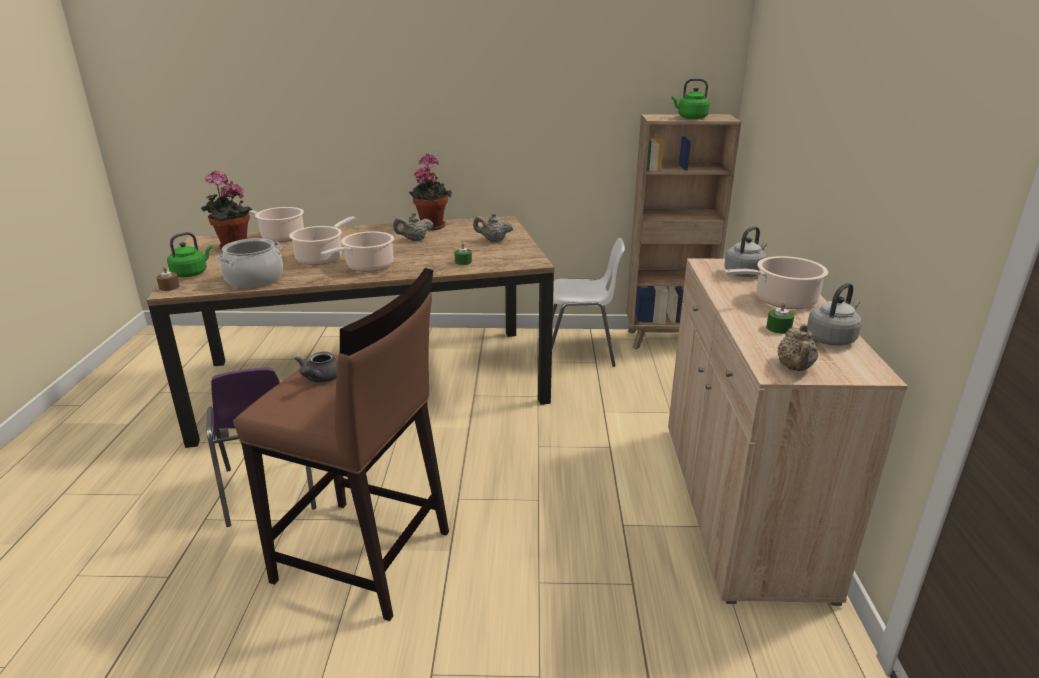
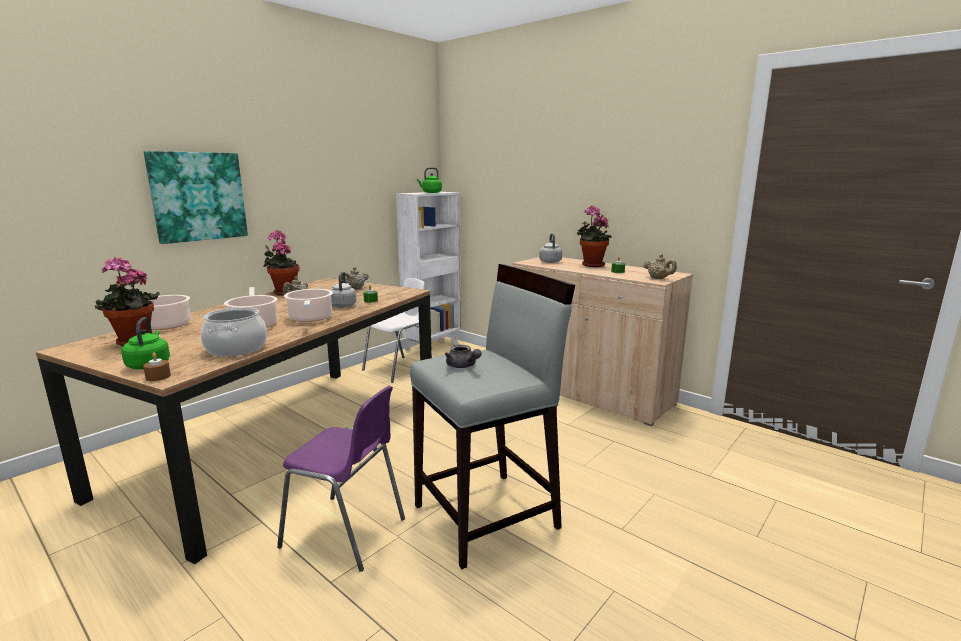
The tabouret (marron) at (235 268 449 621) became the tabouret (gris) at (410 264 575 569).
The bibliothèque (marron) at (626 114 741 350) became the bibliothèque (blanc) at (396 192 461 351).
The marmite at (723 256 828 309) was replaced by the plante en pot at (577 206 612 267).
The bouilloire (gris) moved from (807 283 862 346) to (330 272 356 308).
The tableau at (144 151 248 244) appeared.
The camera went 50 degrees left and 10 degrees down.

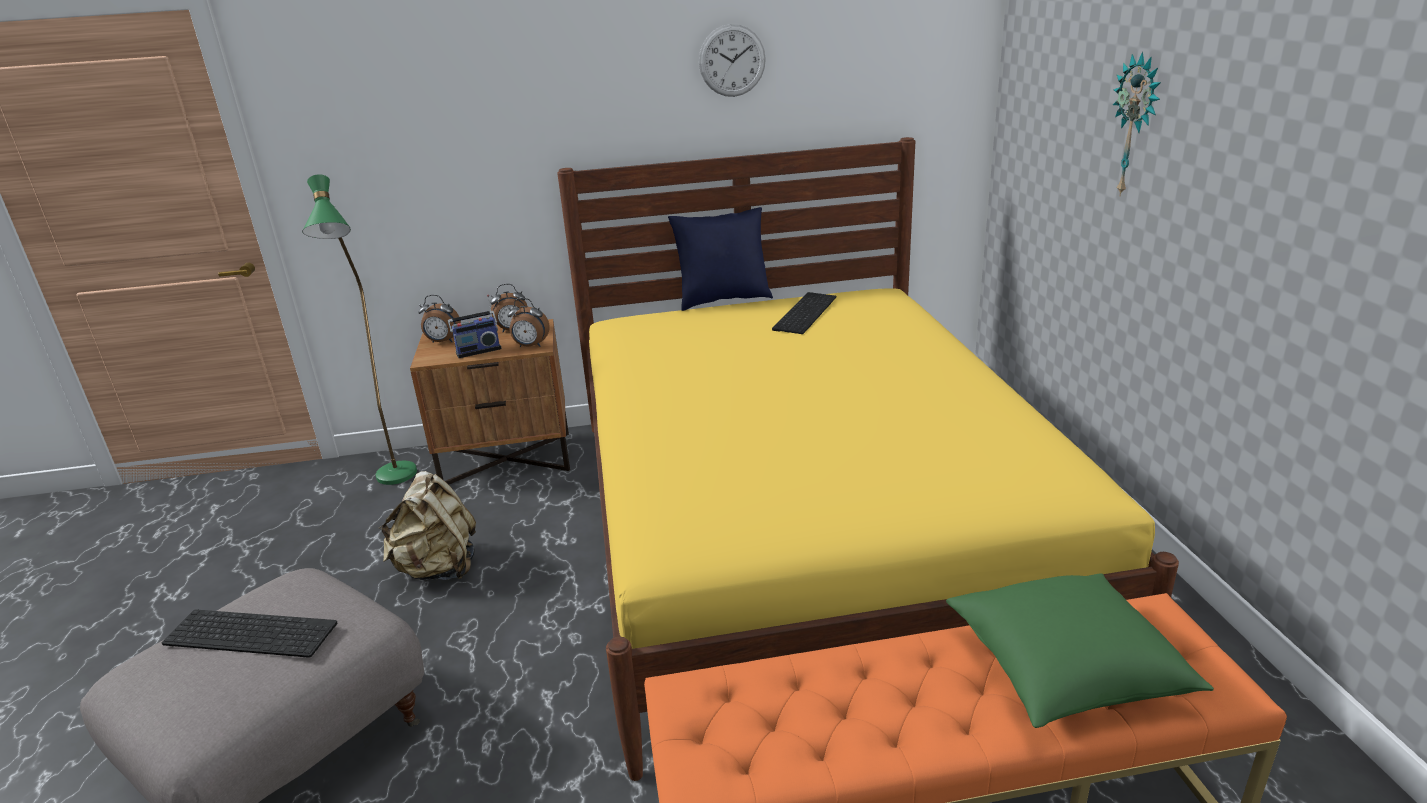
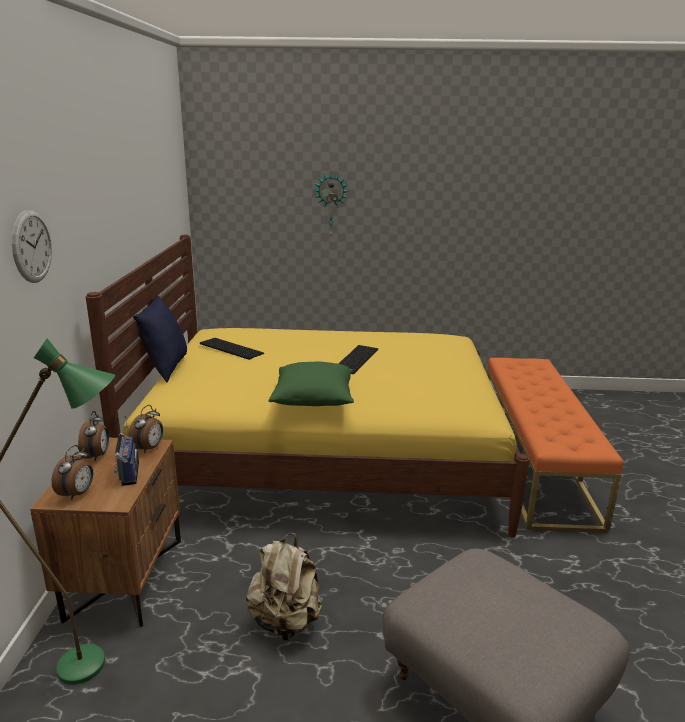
The clavier moved from (162 610 337 658) to (338 345 378 374).
The horloge murale moved from (699 24 766 97) to (12 210 52 283).
The coussin (vert) moved from (946 573 1214 728) to (268 362 354 406).
The camera went 80 degrees left and 5 degrees down.

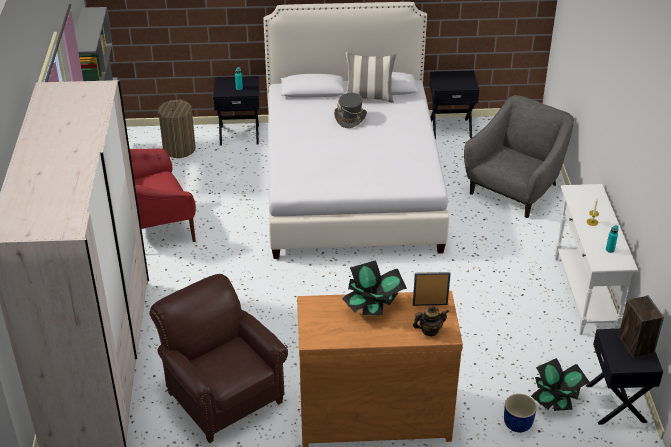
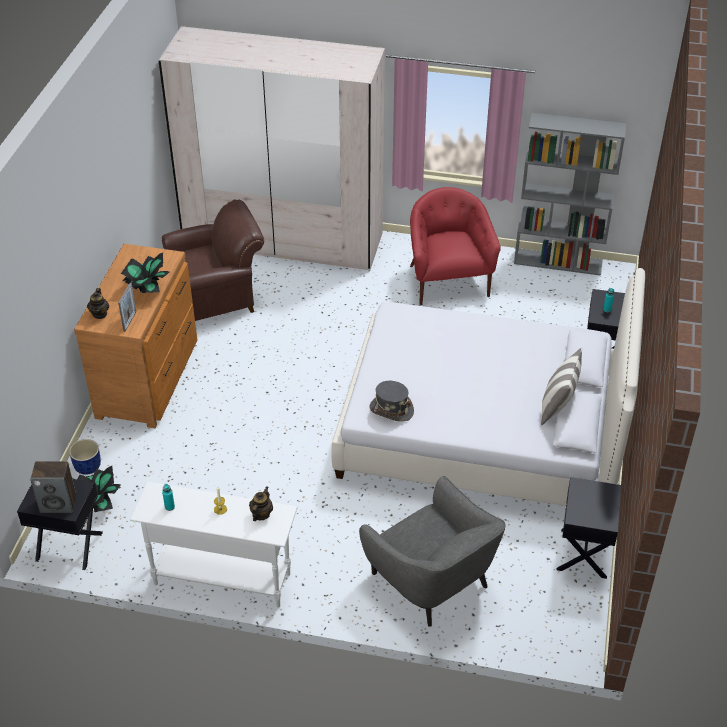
The panier à linge at (158 99 196 158) disappeared.
The chapeau (gris) moved from (334 93 367 128) to (369 381 414 421).
The théière at (249 486 273 521) appeared.
The camera went 105 degrees right and 5 degrees up.

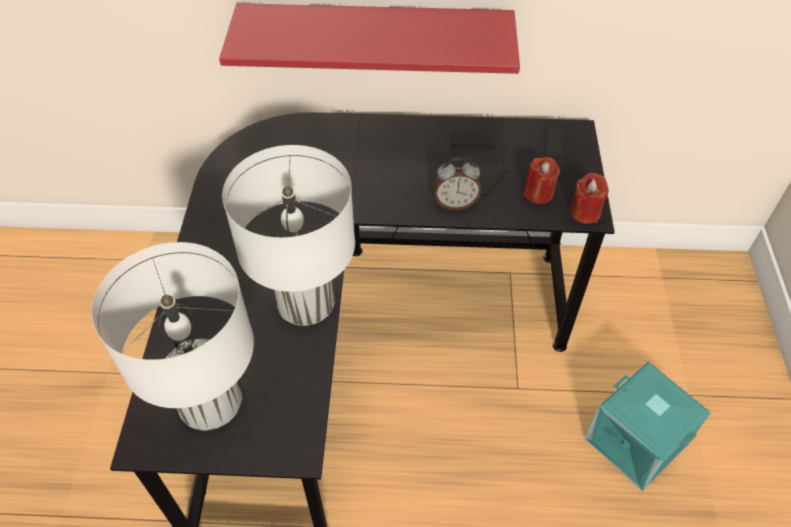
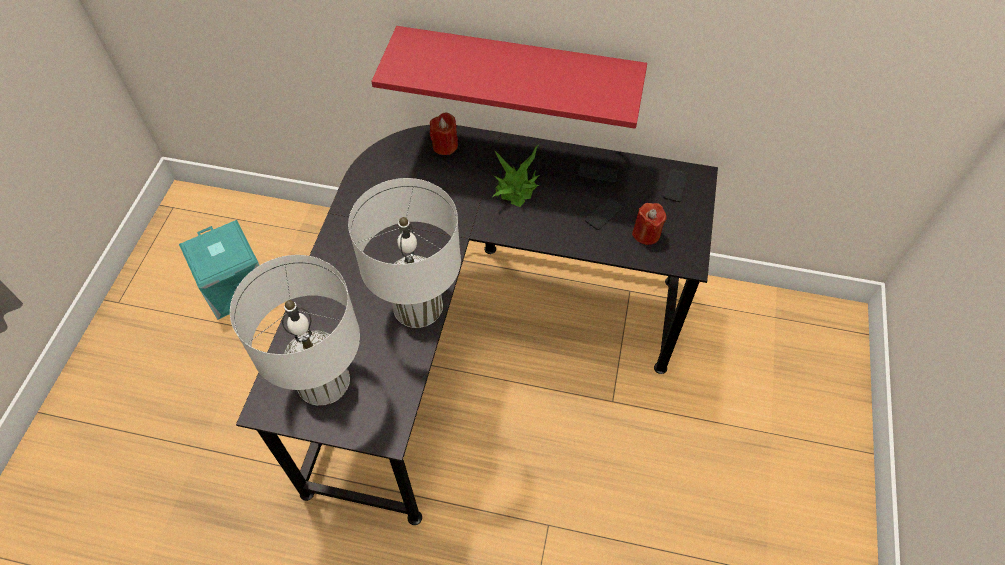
The réveil at (434 157 481 210) disappeared.
The bougie (rouge) moved from (570 173 609 224) to (430 113 458 155).
The boîte de rangement (turquoise) moved from (585 362 711 491) to (179 220 260 320).
The plante en pot at (493 144 540 207) appeared.
The camera went 10 degrees right and 5 degrees up.

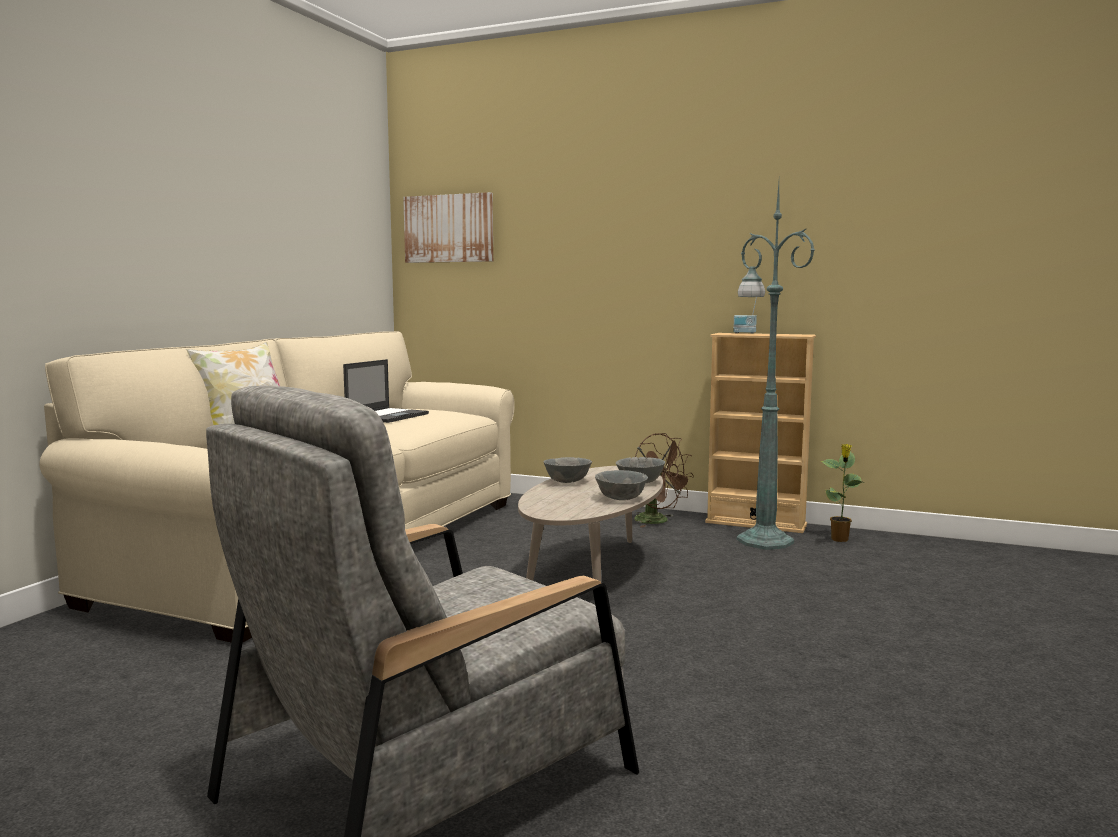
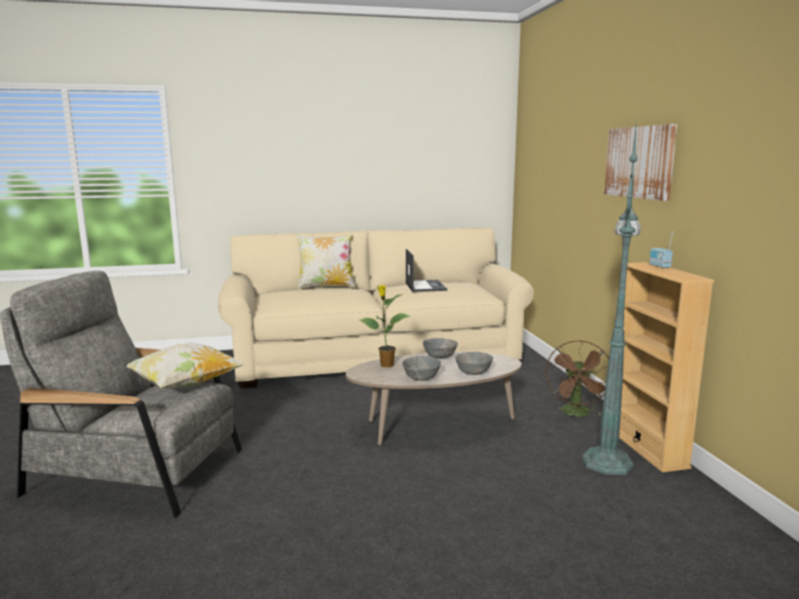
The ordinateur portable at (343 359 429 423) turned 90 degrees counterclockwise.
The tableau moved from (403 192 493 263) to (604 124 677 201).
The plante en pot moved from (820 444 866 542) to (359 285 410 367).
The coussin at (127 343 244 389) appeared.
The camera went 55 degrees right and 5 degrees up.

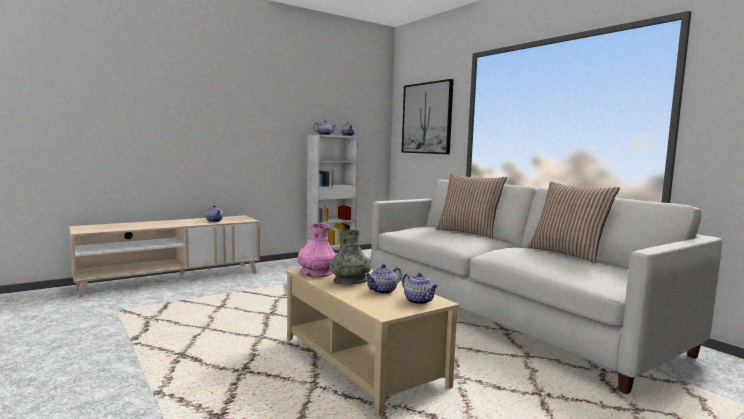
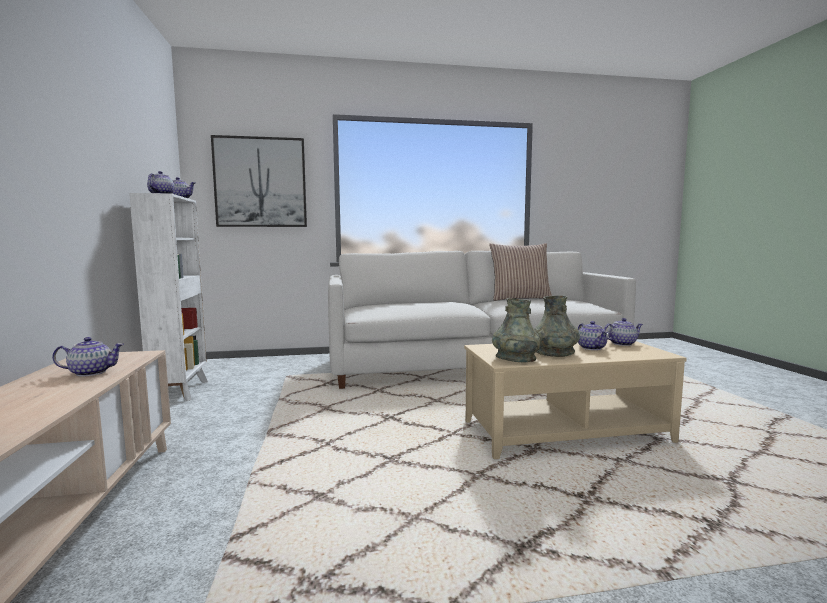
The vase (rose) at (297 223 336 277) became the vase (gris) at (492 298 541 362).
The coussin at (436 173 507 238) disappeared.
The camera went 65 degrees left and 0 degrees up.

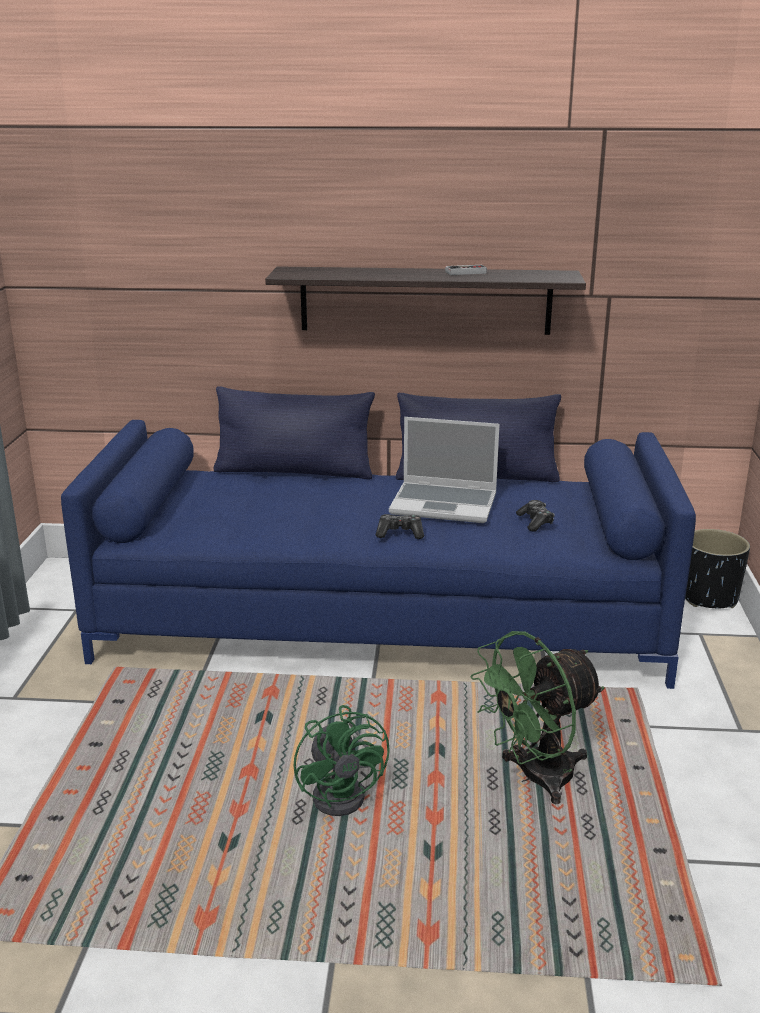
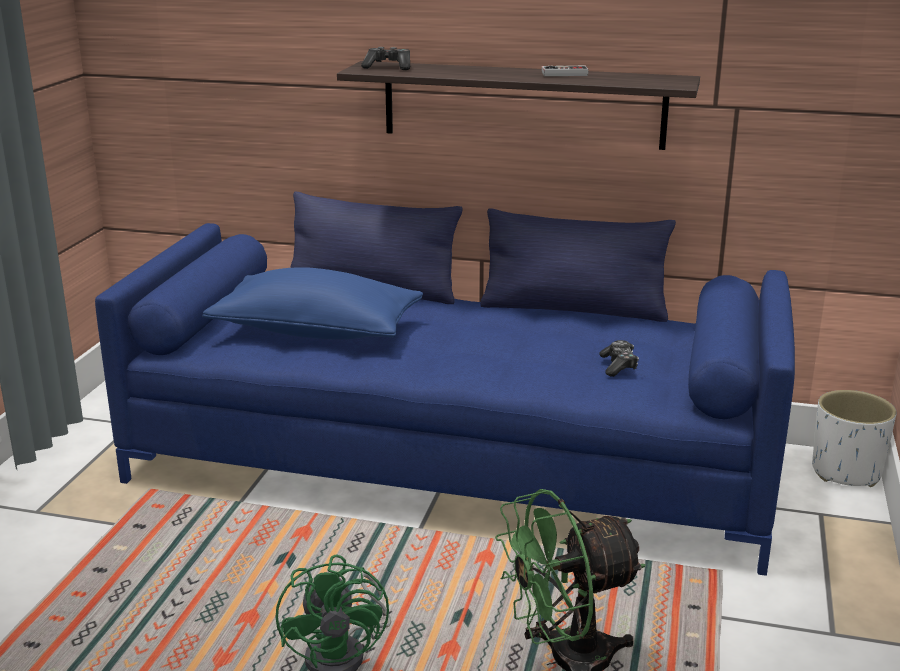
The manette moved from (376 514 424 539) to (361 47 410 70).
The ordinateur portable at (389 417 500 523) disappeared.
The cache-pot (noir) at (685 529 750 608) became the cache-pot (blanc) at (812 390 897 487).
The coussin (bleu) at (202 267 423 340) appeared.
The camera went 10 degrees right and 0 degrees up.

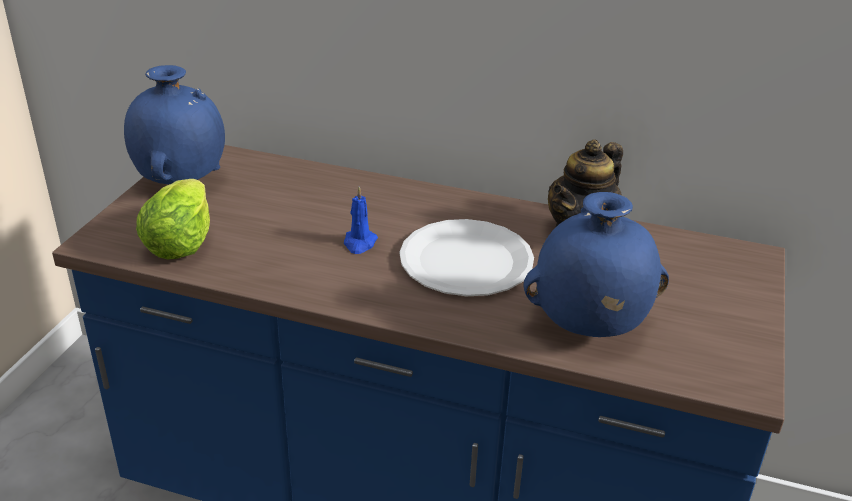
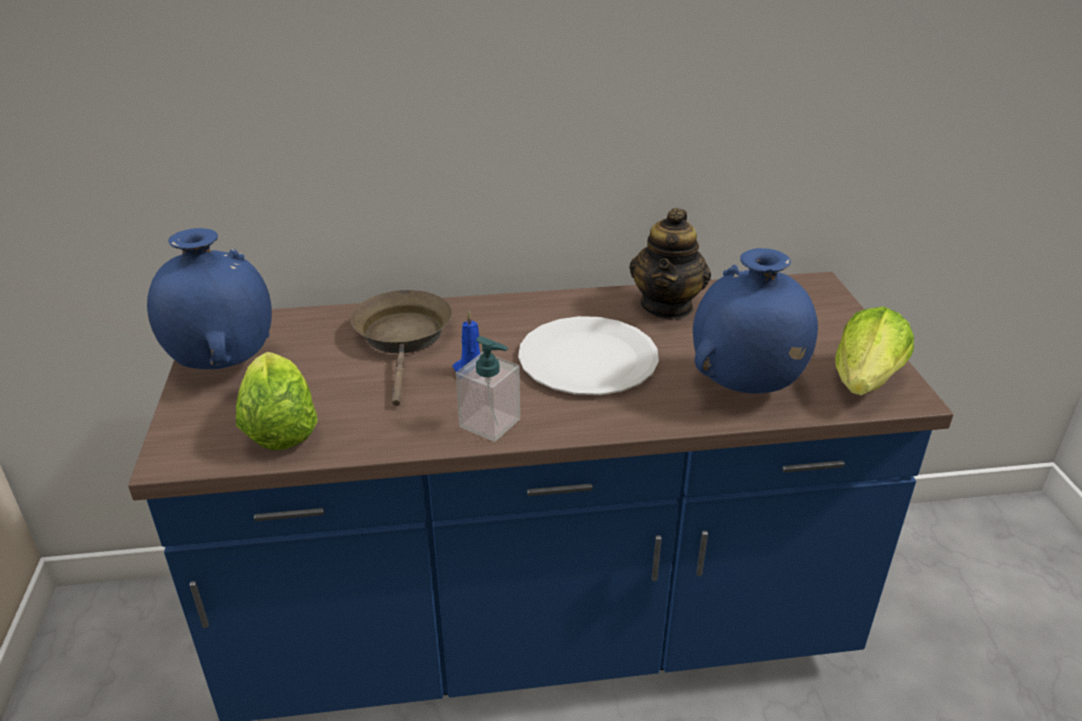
The poêle (marron) at (351 290 452 406) appeared.
The distributeur de savon at (456 336 520 442) appeared.
The laitue at (835 306 914 395) appeared.
The camera went 25 degrees left and 0 degrees up.

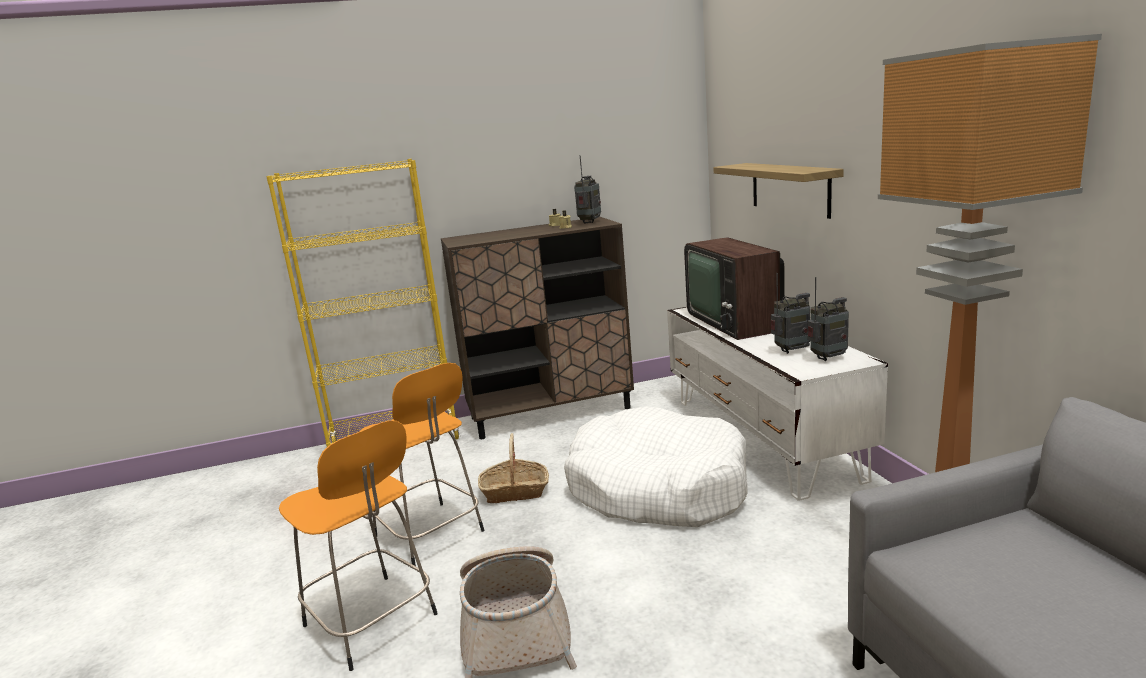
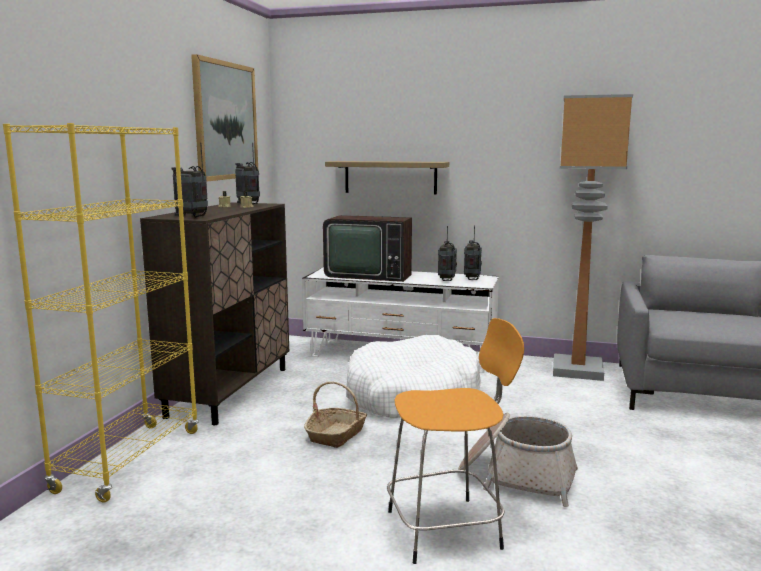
The tabouret (orange) at (359 363 485 566) disappeared.
The radio at (172 142 208 218) appeared.
The tableau at (191 54 258 182) appeared.
The camera went 60 degrees left and 5 degrees down.

